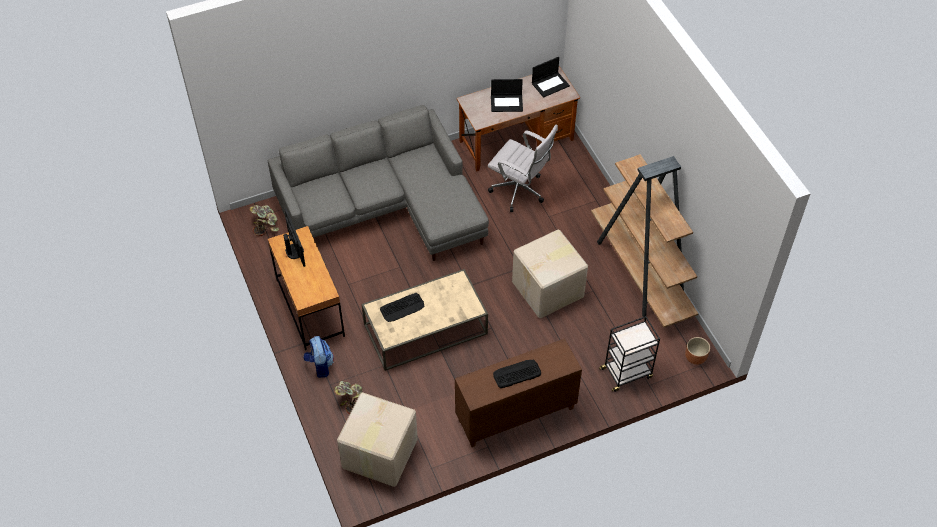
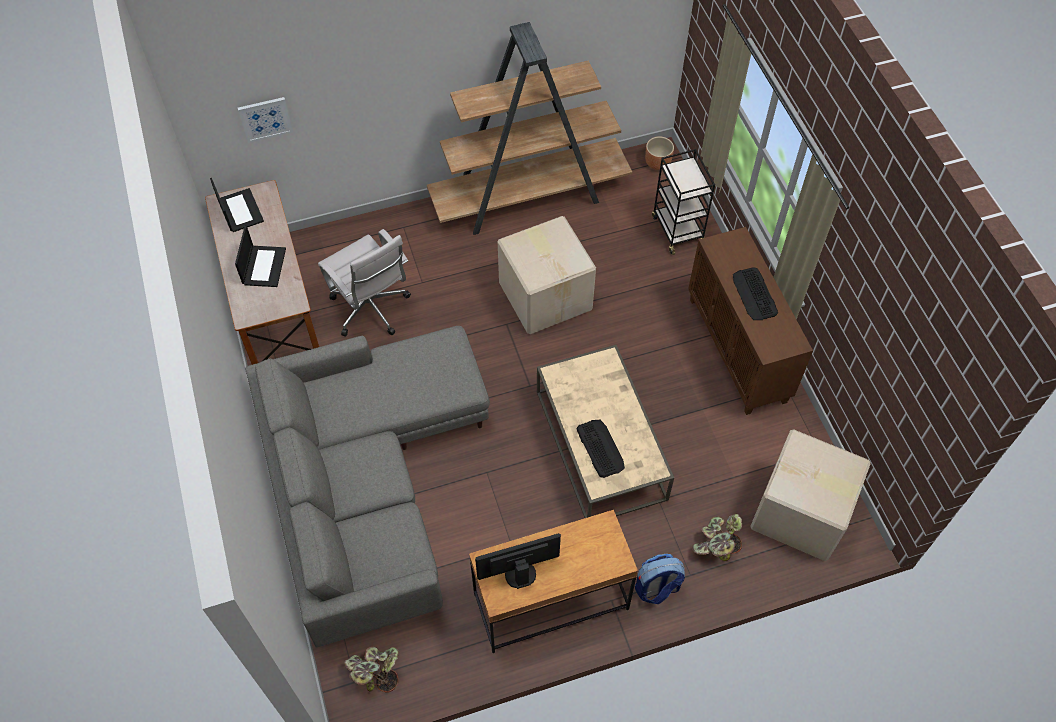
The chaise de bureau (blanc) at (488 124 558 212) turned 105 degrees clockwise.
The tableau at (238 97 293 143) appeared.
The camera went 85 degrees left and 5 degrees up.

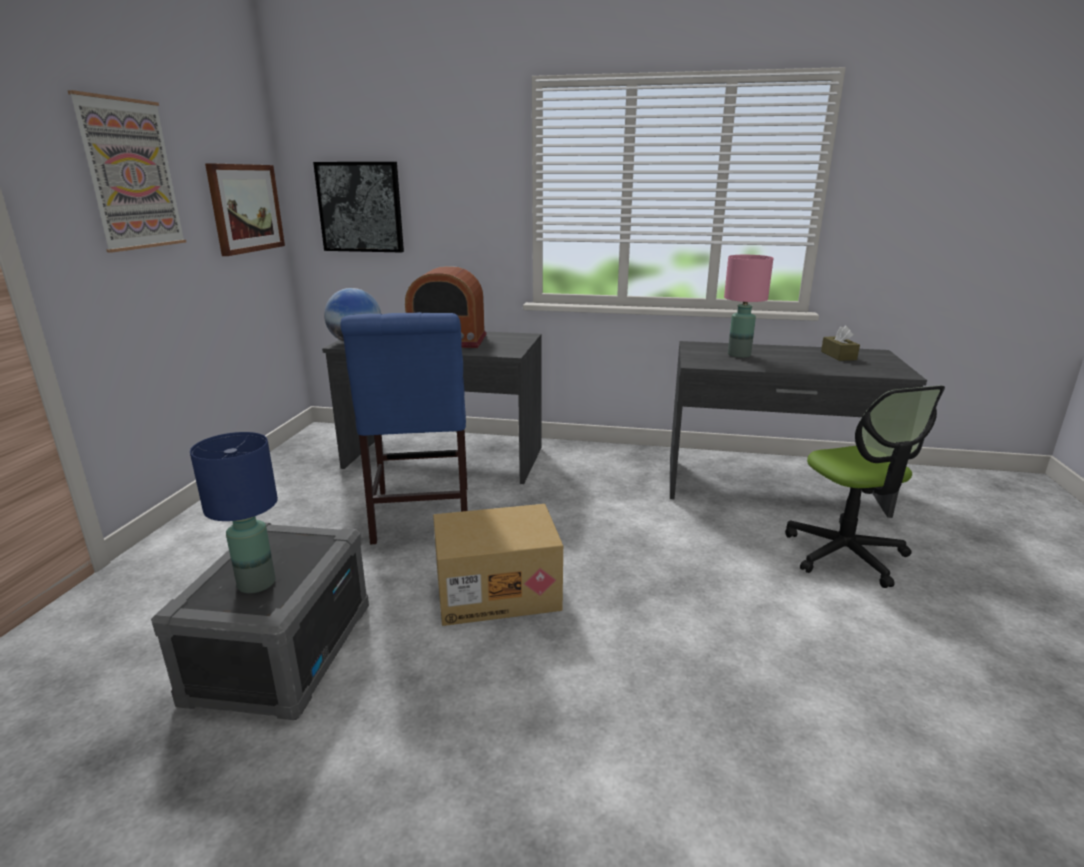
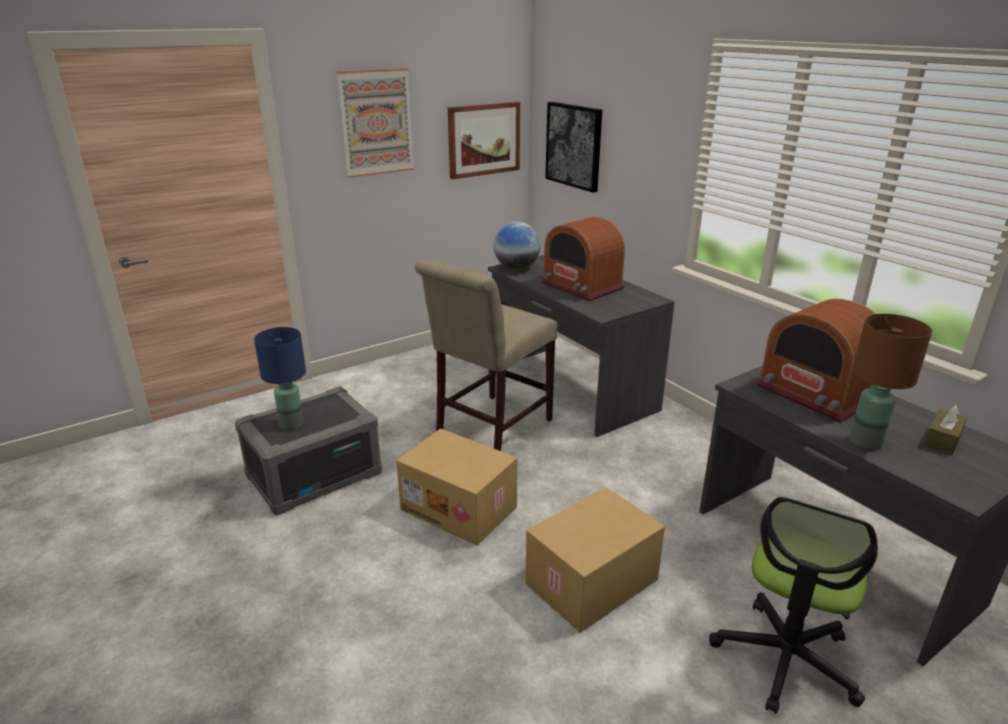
The chaise (bleu) at (340 312 468 544) became the chaise (beige) at (415 260 557 451).
The lampe de table (rose) at (724 255 773 358) was replaced by the radio at (756 299 876 423).
The carton at (525 487 665 633) appeared.
The lampe de table (marron) at (849 314 932 450) appeared.
The camera went 45 degrees right and 5 degrees up.

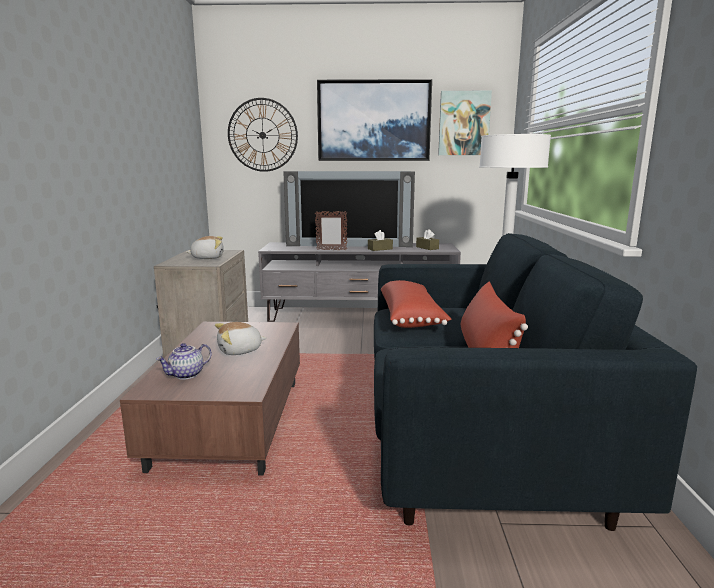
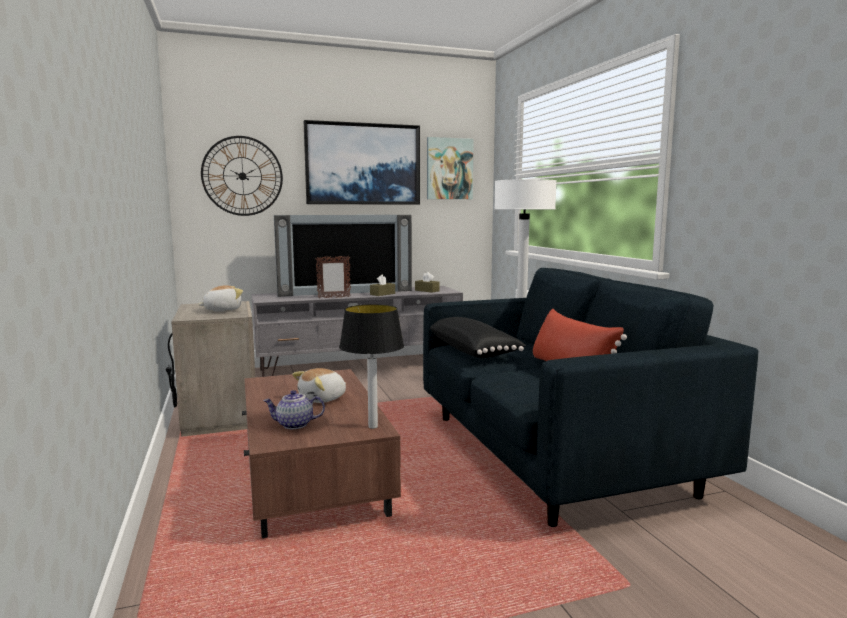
The théière at (156 343 212 380) turned 60 degrees clockwise.
The coussin (rouge) at (381 280 451 328) became the coussin (noir) at (430 317 526 358).
The lampe de table at (339 304 404 429) appeared.
The camera went 20 degrees left and 5 degrees down.

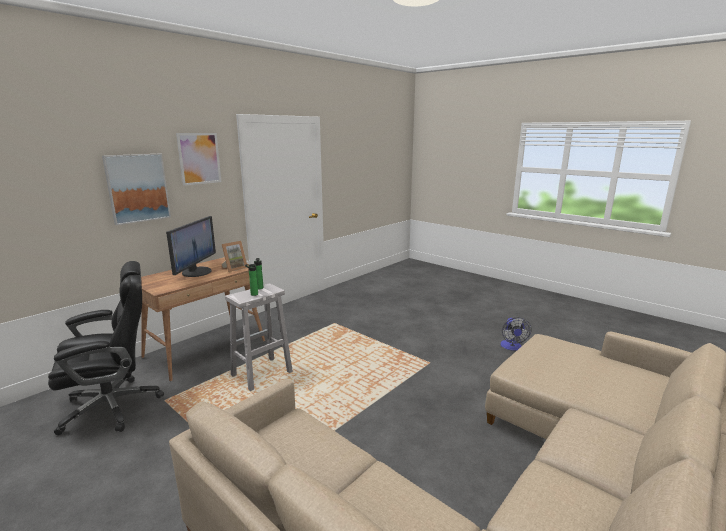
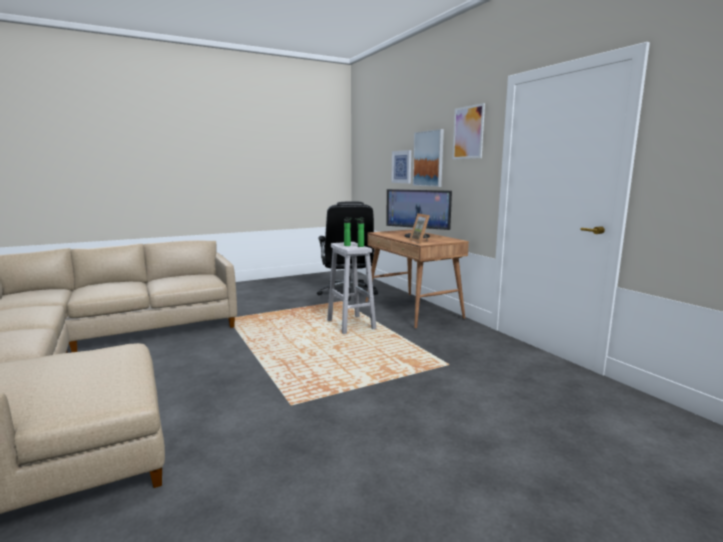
The ventilateur at (500 317 532 351) disappeared.
The tableau at (391 150 411 183) appeared.
The camera went 110 degrees right and 5 degrees down.

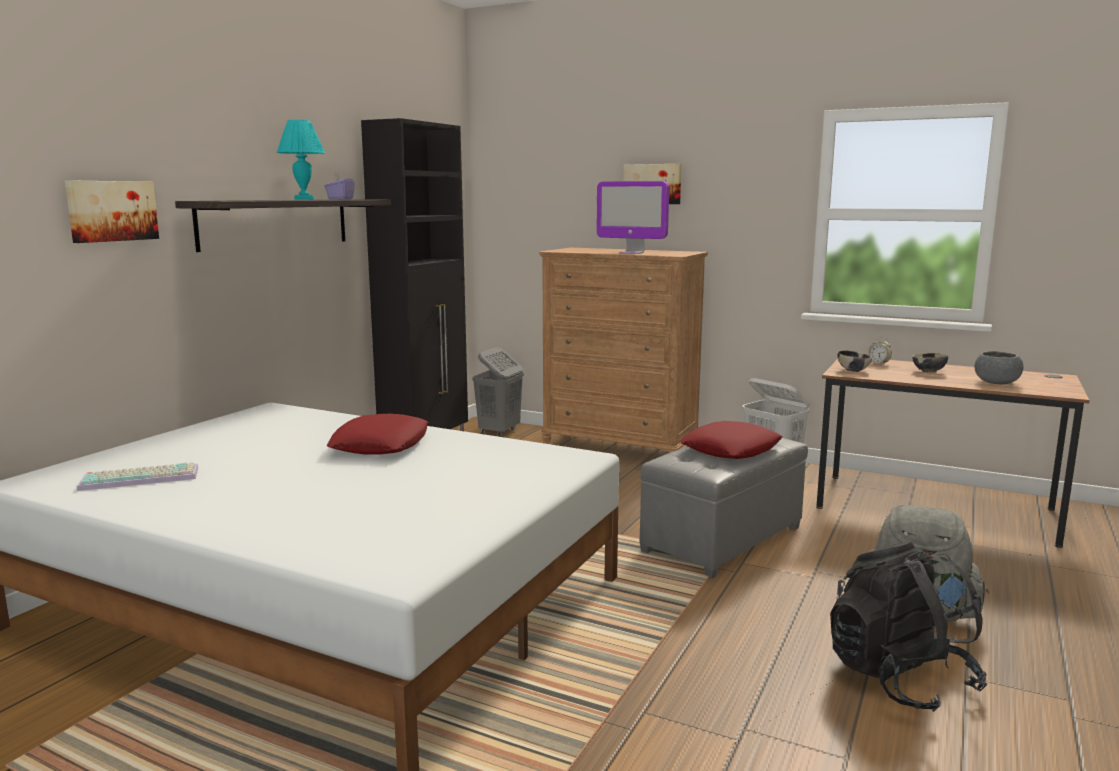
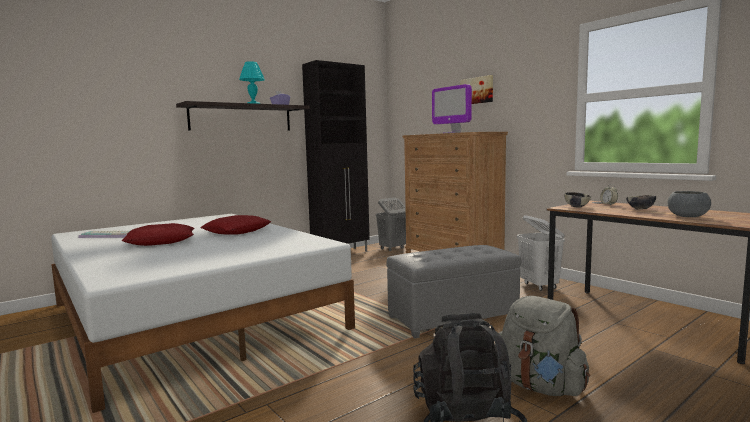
The tableau at (65 180 159 243) disappeared.
The coussin (rouge) moved from (680 421 782 459) to (122 223 194 246).
The camera went 25 degrees right and 5 degrees down.

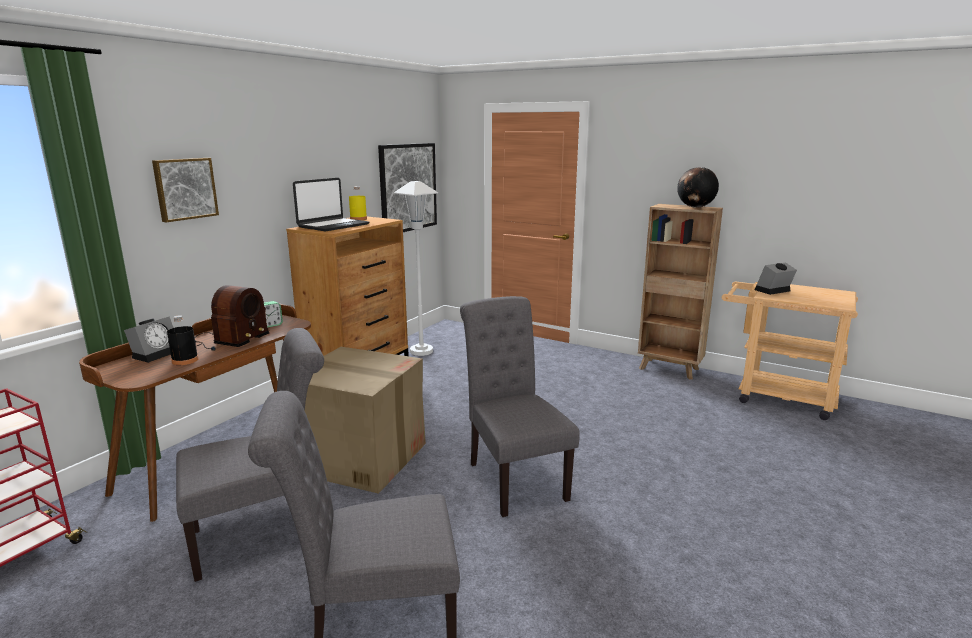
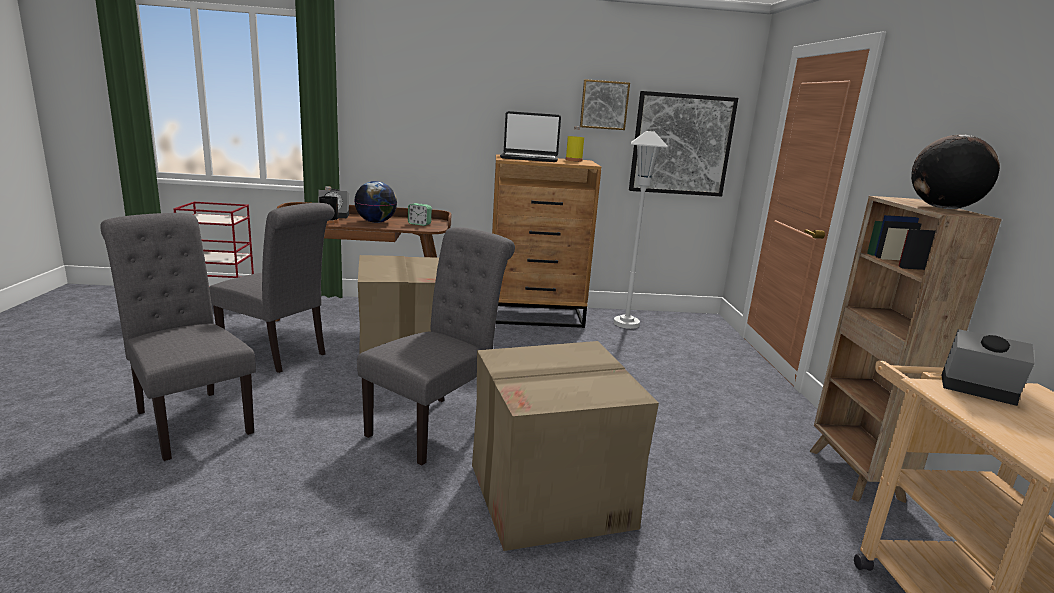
The tableau moved from (152 158 219 222) to (580 79 630 130).
The radio at (195 285 269 351) was replaced by the globe at (354 181 397 223).
The carton at (472 341 659 551) appeared.
The camera went 55 degrees right and 0 degrees up.

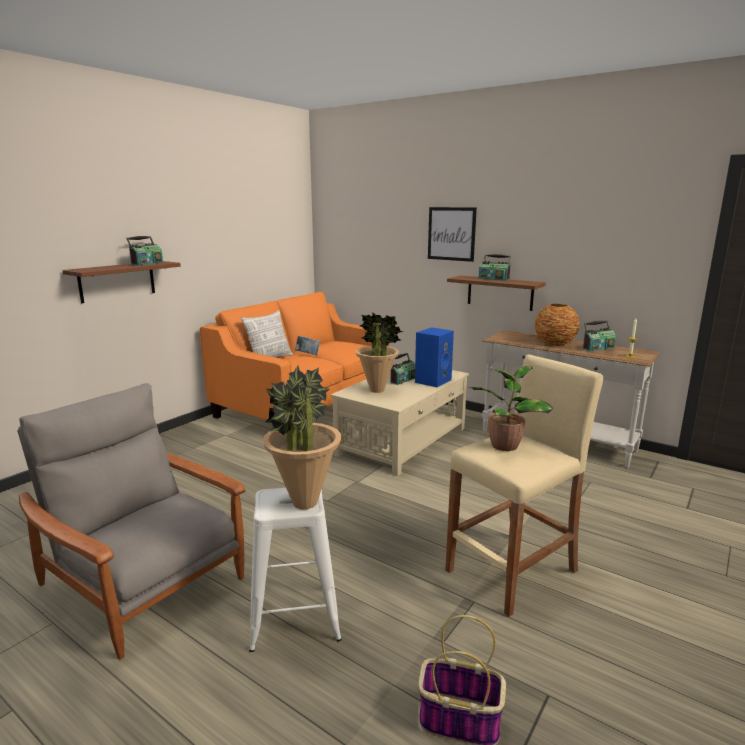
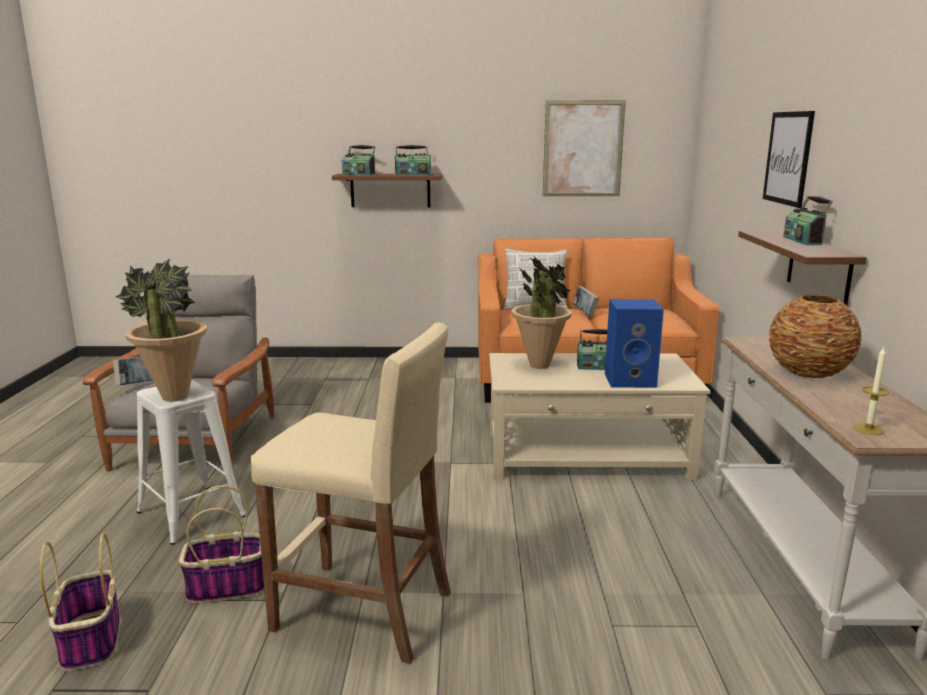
The plante en pot at (469 366 553 451) disappeared.
The radio moved from (583 321 616 351) to (342 145 375 175).
The livre at (113 357 153 386) appeared.
The panier at (179 485 265 603) appeared.
The tableau at (543 101 626 196) appeared.
The camera went 55 degrees right and 0 degrees up.

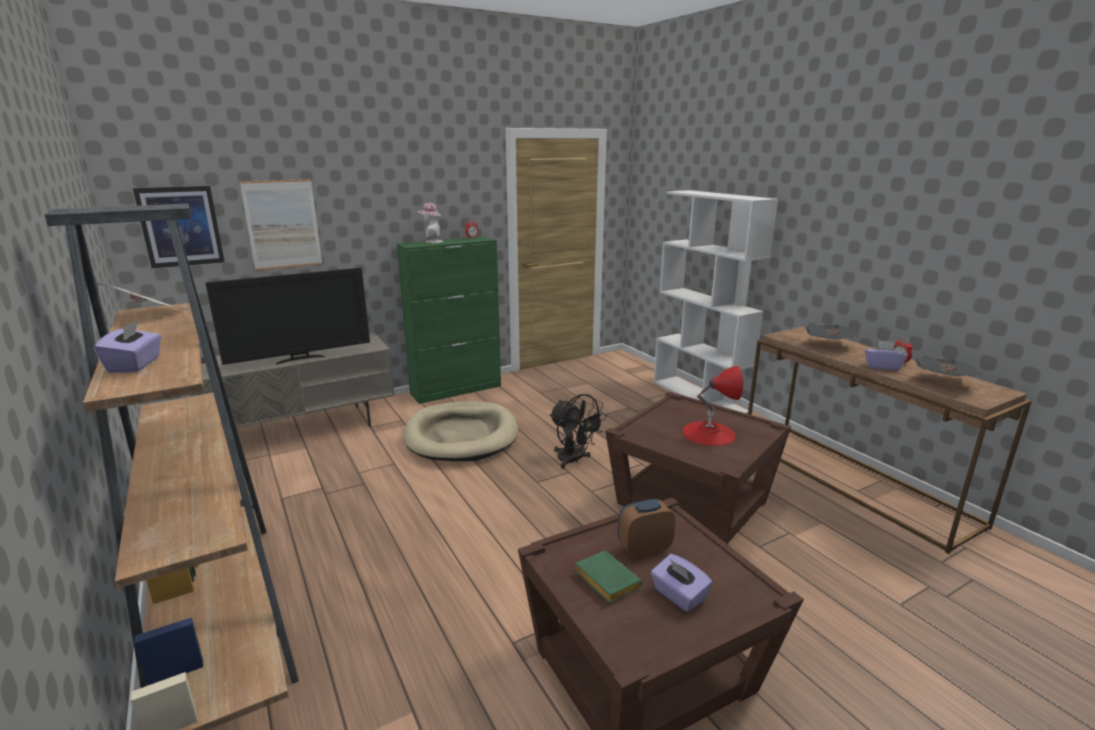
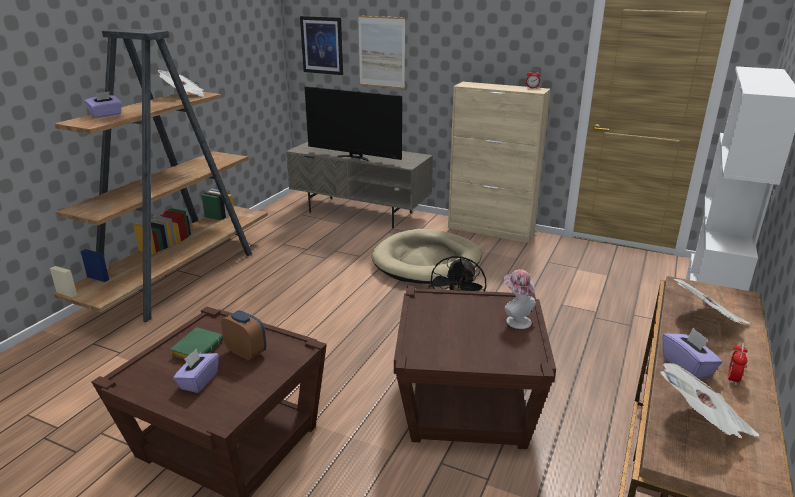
The meuble de rangement (vert) at (397 236 501 404) became the meuble de rangement (beige) at (448 82 551 243).
The chapeau moved from (418 203 443 243) to (504 269 536 329).
The lampe de table (rouge) at (682 366 743 446) disappeared.
The camera went 55 degrees right and 5 degrees up.

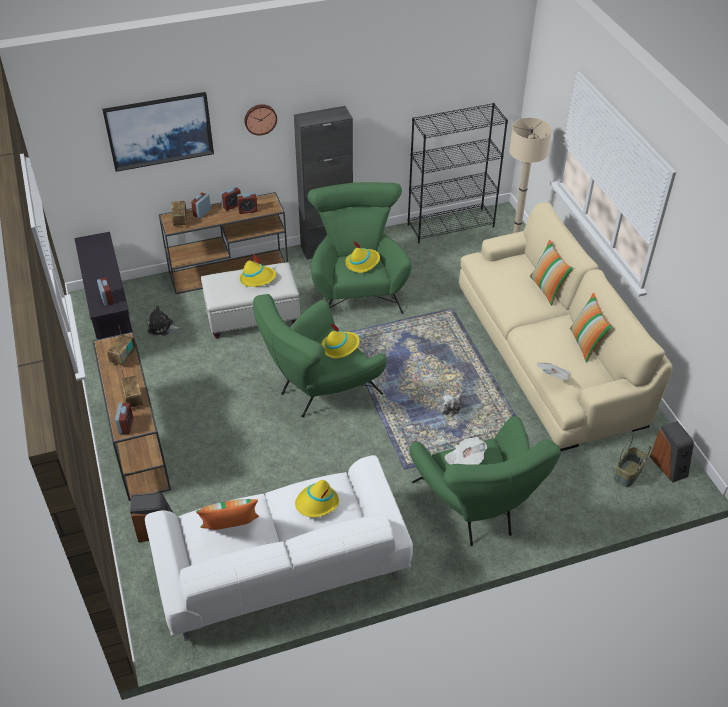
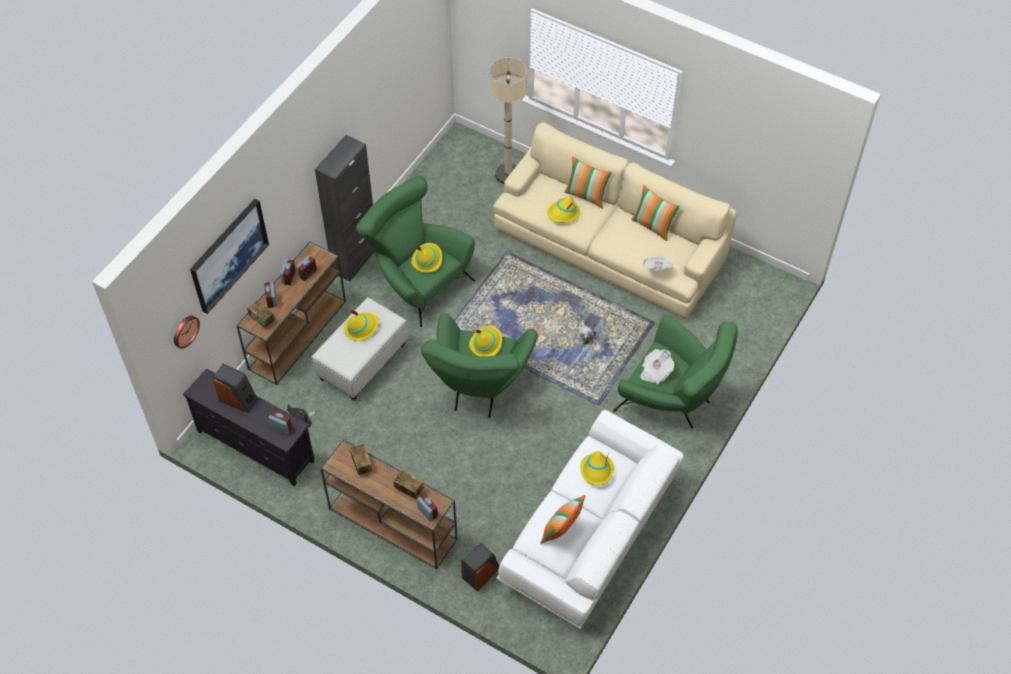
The horloge murale moved from (244 104 277 136) to (174 316 200 349).
The bibliothèque (noir) at (408 103 508 243) disappeared.
The panier at (614 436 651 487) disappeared.
The enceinte moved from (650 421 694 483) to (213 363 258 413).
The chapeau (jaune) at (547 196 580 223) appeared.
The camera went 40 degrees left and 10 degrees up.

